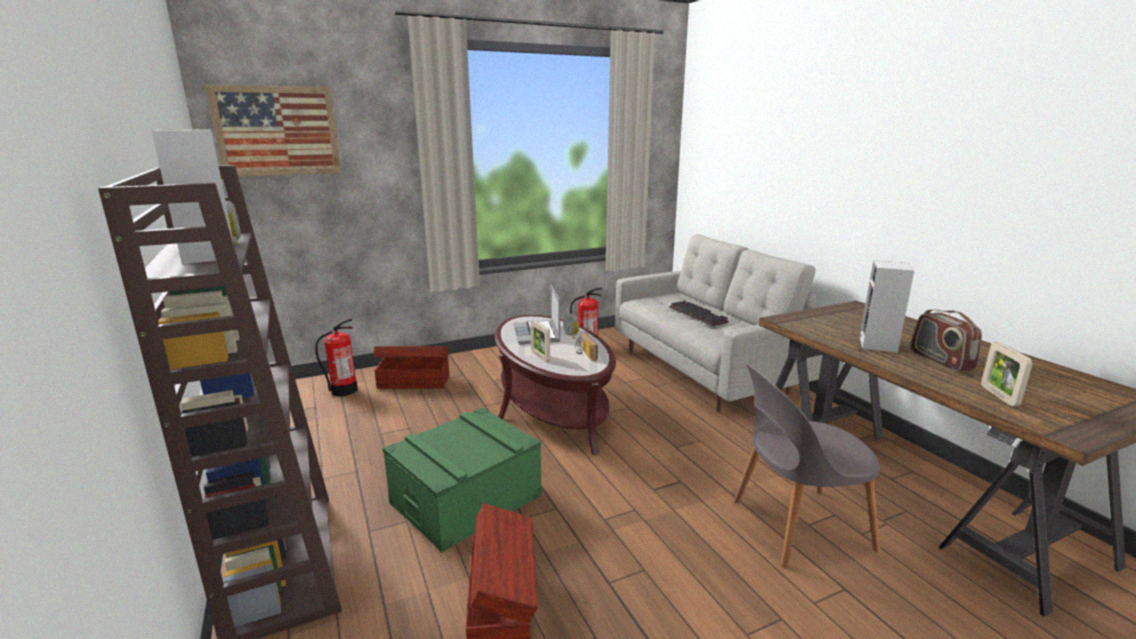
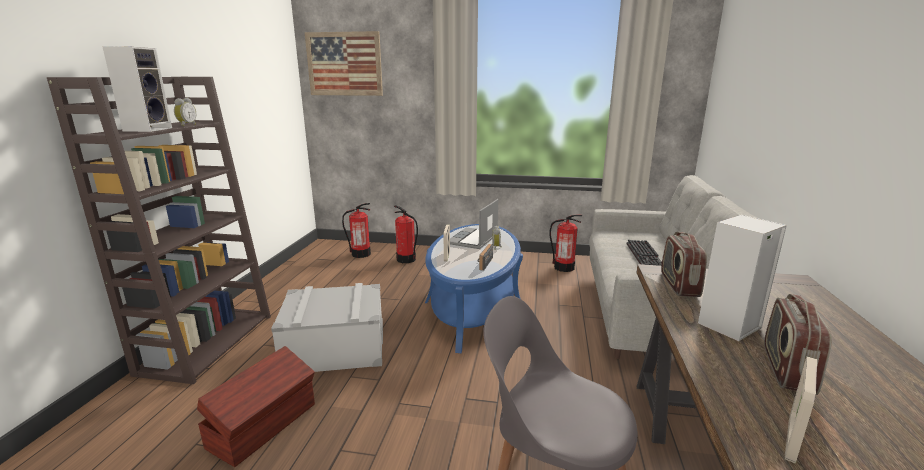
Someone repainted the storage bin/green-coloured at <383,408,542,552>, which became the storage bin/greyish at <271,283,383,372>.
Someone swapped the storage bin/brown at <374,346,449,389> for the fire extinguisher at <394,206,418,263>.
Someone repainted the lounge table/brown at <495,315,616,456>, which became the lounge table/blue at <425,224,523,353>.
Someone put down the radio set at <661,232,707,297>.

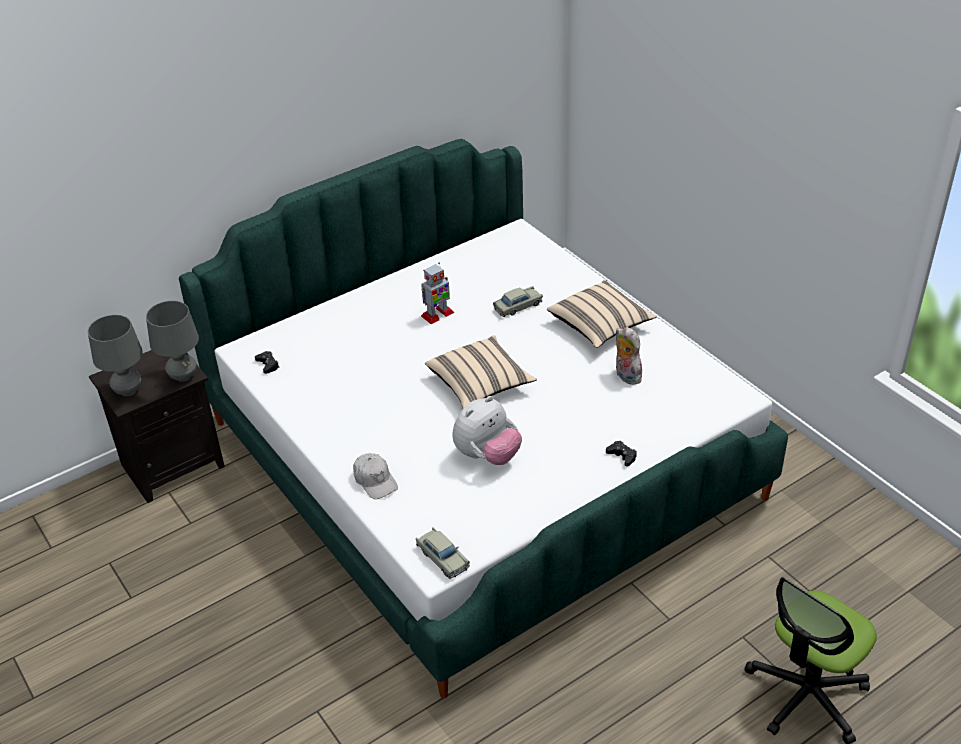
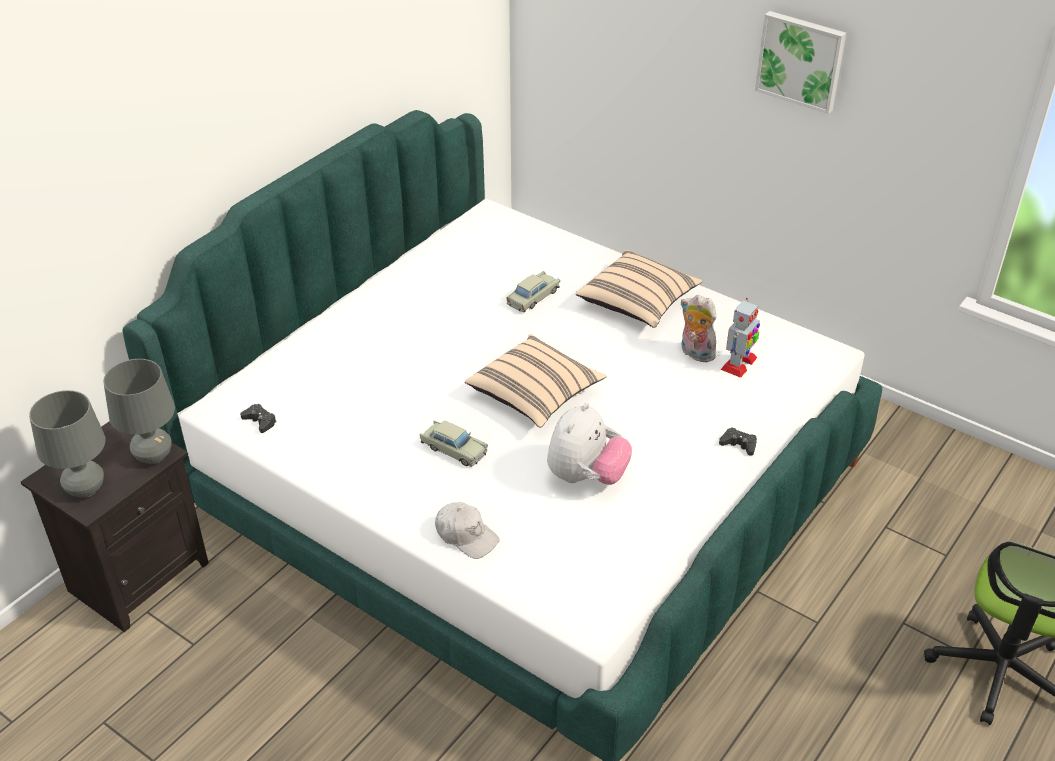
Someone carried the model car/sand-coloured from <416,527,470,579> to <420,421,488,467>.
Someone carried the toy robot from <421,263,454,324> to <720,298,760,378>.
Someone put up the wall picture at <755,11,846,114>.

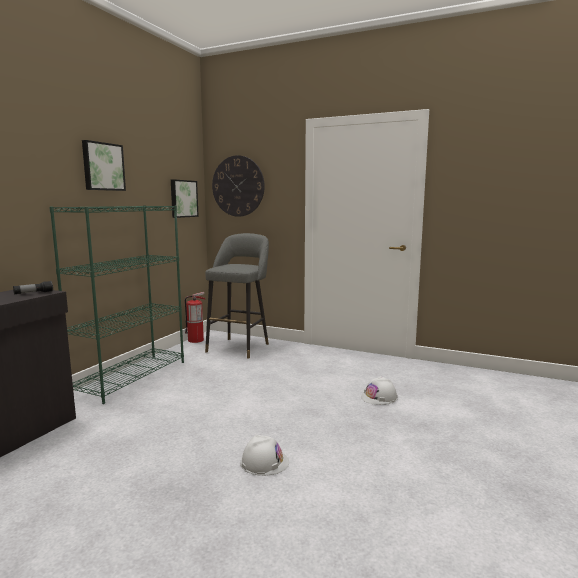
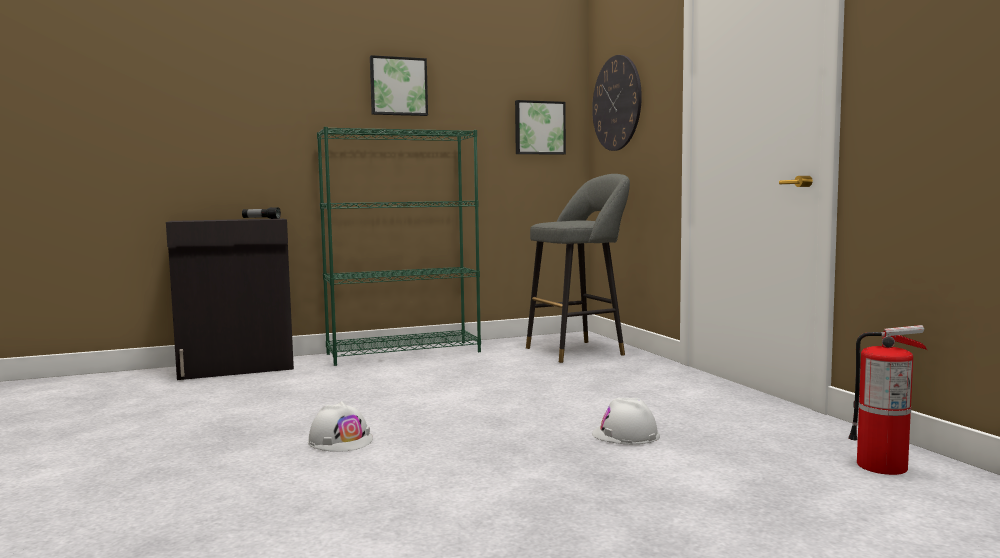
Someone carried the fire extinguisher from <185,292,206,343> to <848,325,927,475>.

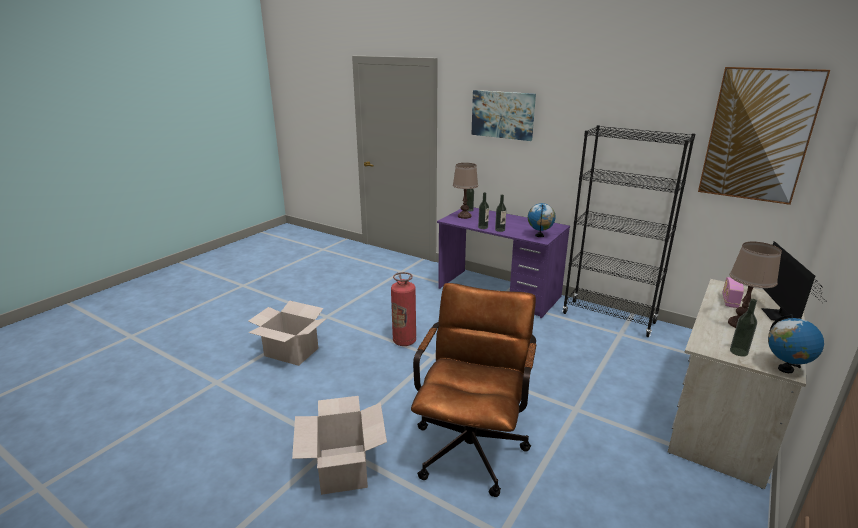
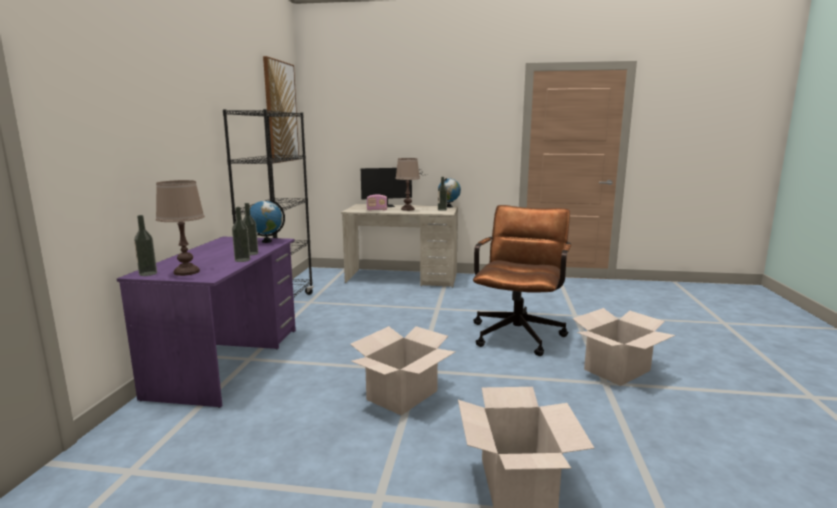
Someone swapped the fire extinguisher at <391,272,416,346> for the cardboard box at <350,326,456,415>.
Someone rotated the desk chair/brown at <411,283,536,497> by 120 degrees clockwise.
Someone took away the wall picture at <471,90,536,141>.

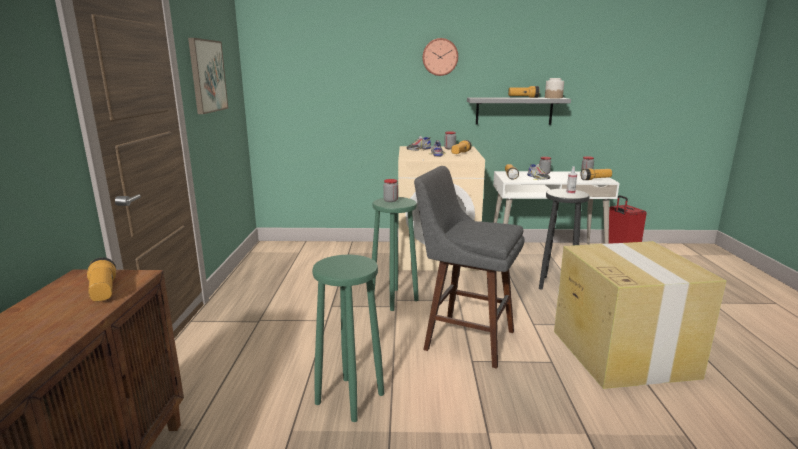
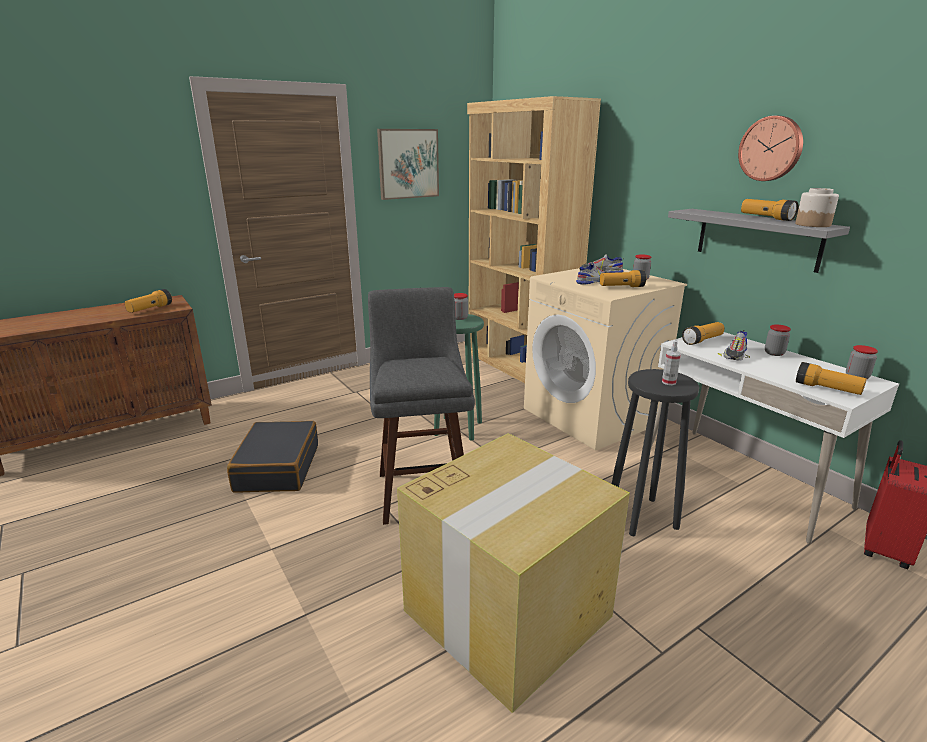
Someone swapped the sitting stool/green-coloured at <312,255,384,422> for the suitcase/black-coloured at <227,421,318,493>.
Someone put down the bookshelf/brown at <467,96,601,383>.
Someone carried the hanging clock from <422,38,458,76> to <738,116,803,181>.

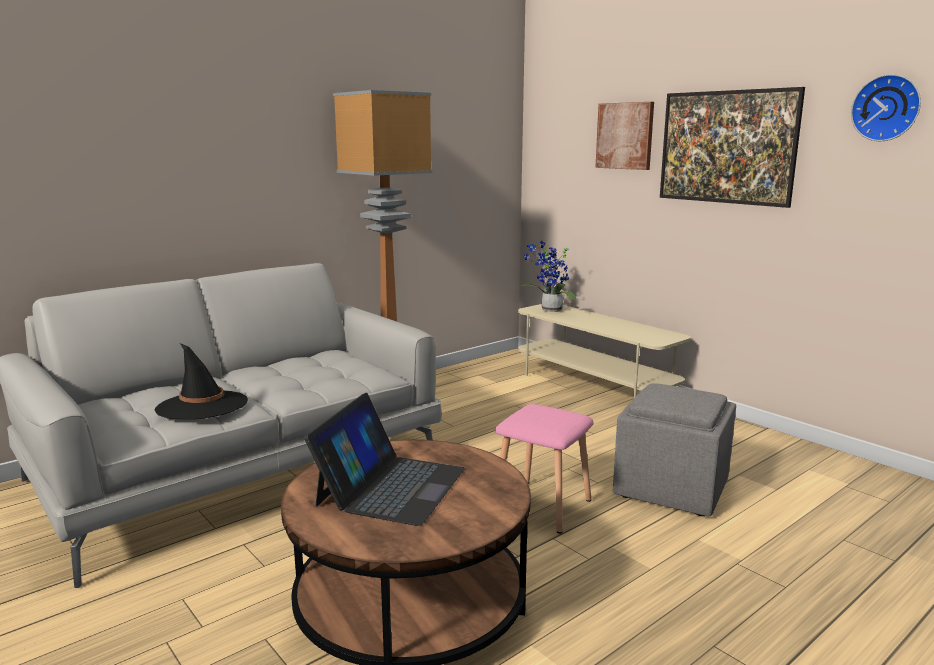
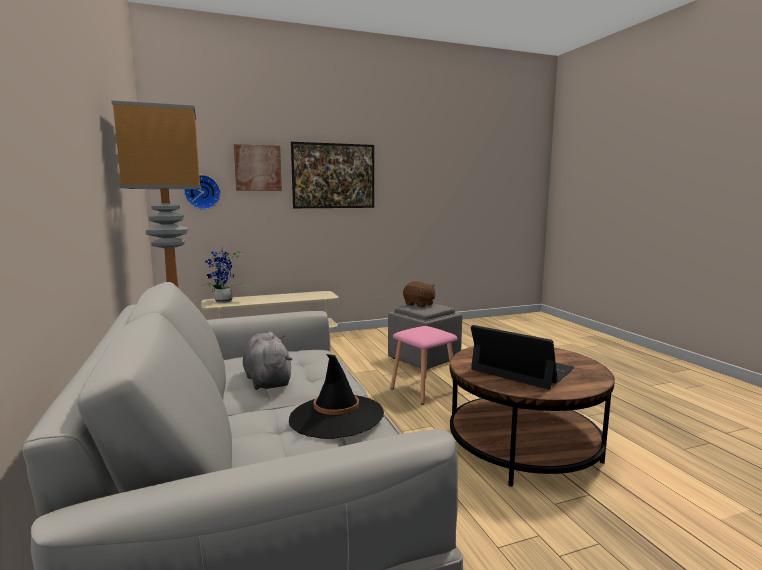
Someone carried the hanging clock from <851,74,921,141> to <184,175,221,210>.
Someone put down the plush toy/greyish at <243,332,292,390>.
Someone put down the plush toy/brown at <403,281,435,308>.

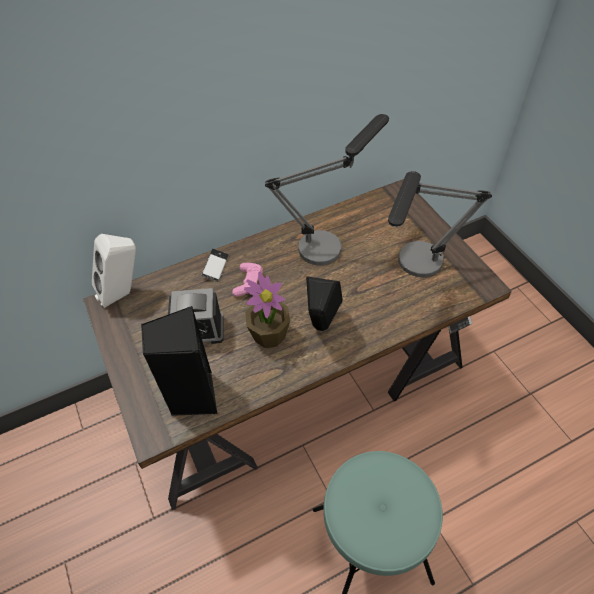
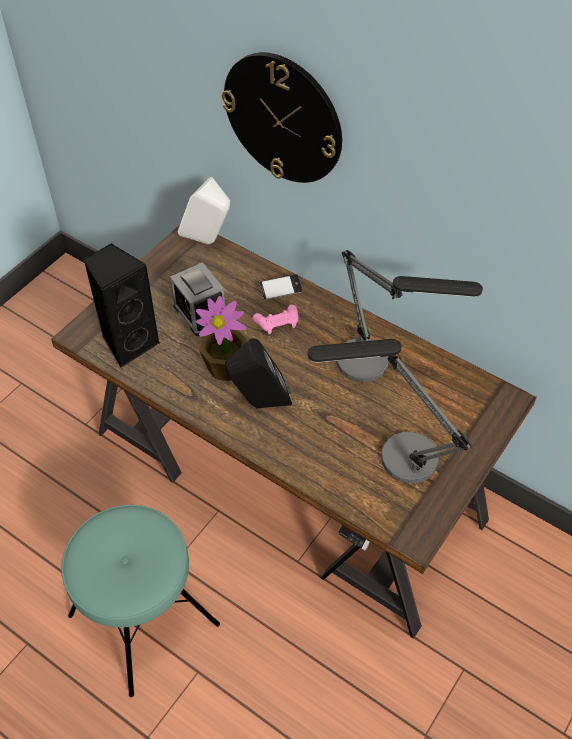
Someone put up the hanging clock at <222,52,342,183>.

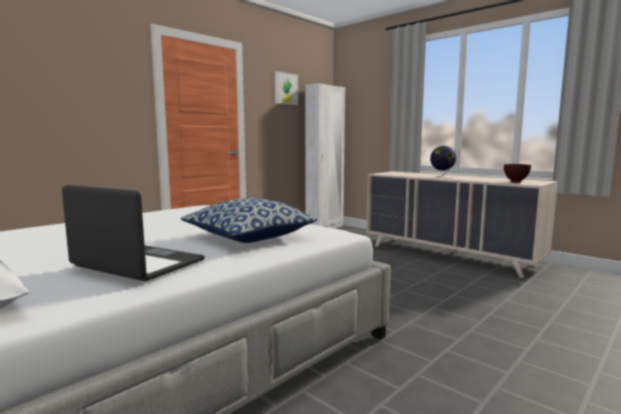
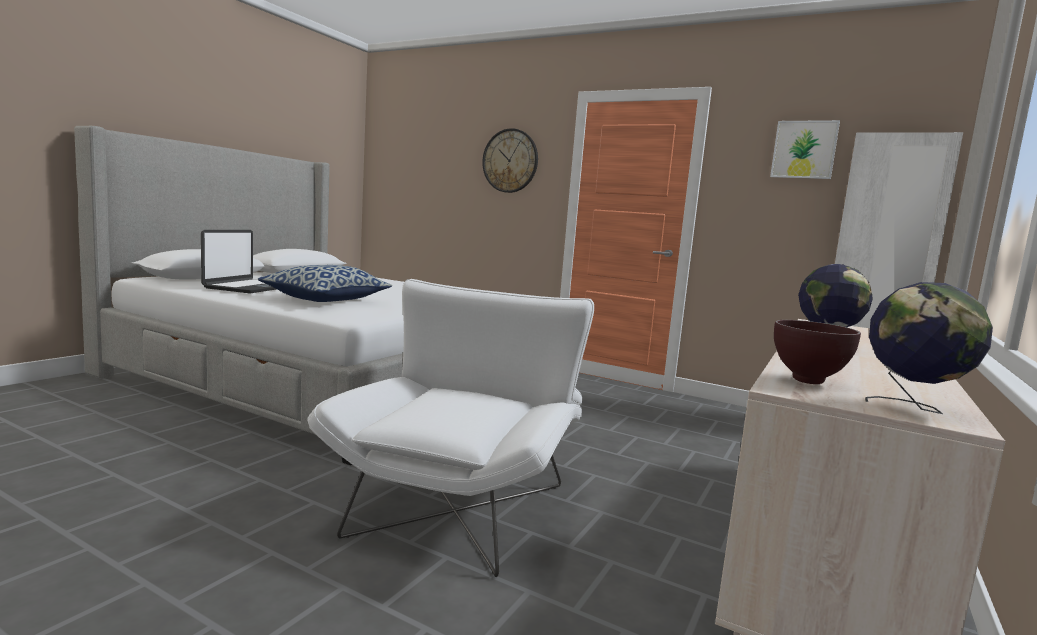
Someone put down the armchair/white at <307,279,594,577>.
Someone put up the hanging clock at <482,128,538,193>.
Someone put down the world globe at <865,282,993,414>.

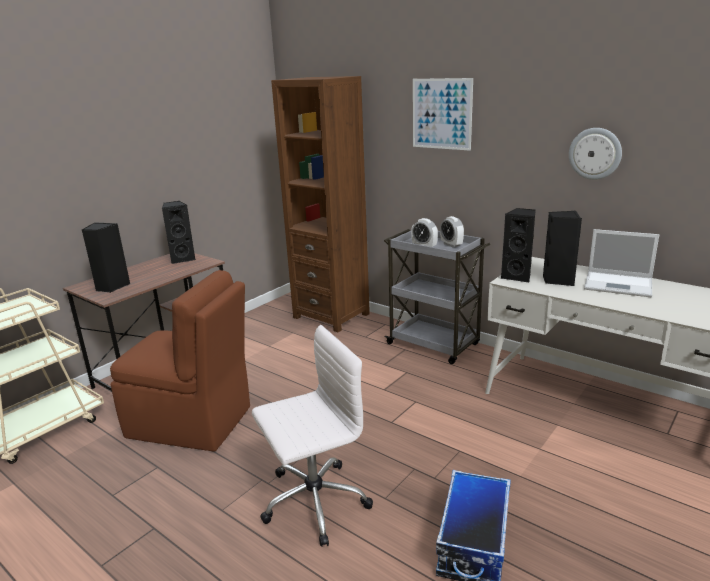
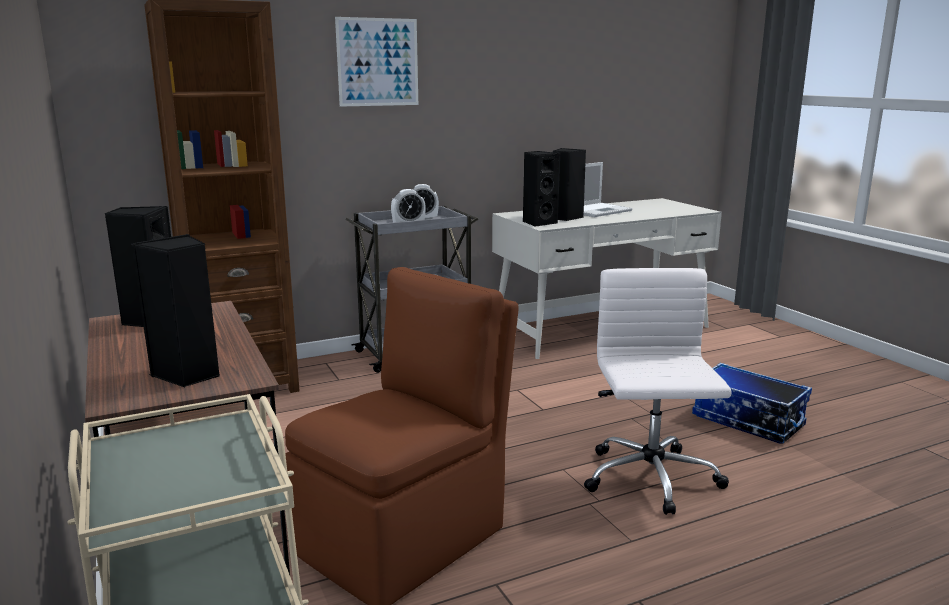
Someone took away the hanging clock at <569,128,622,180>.

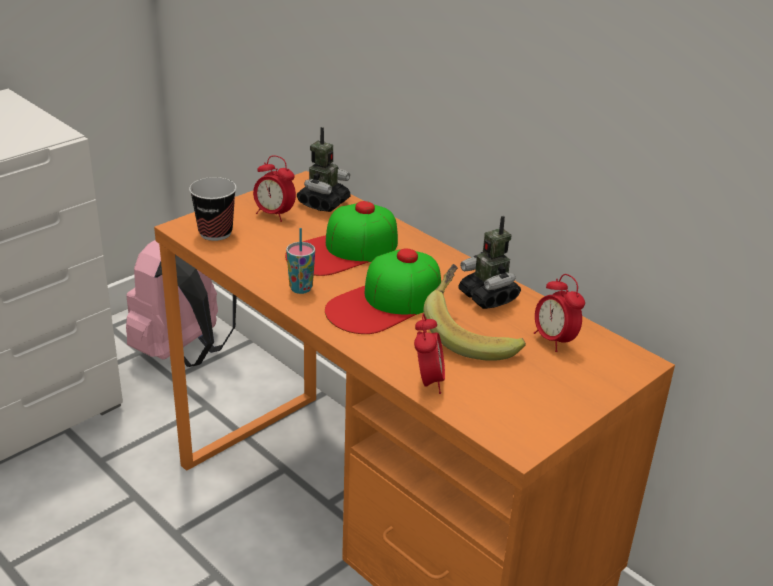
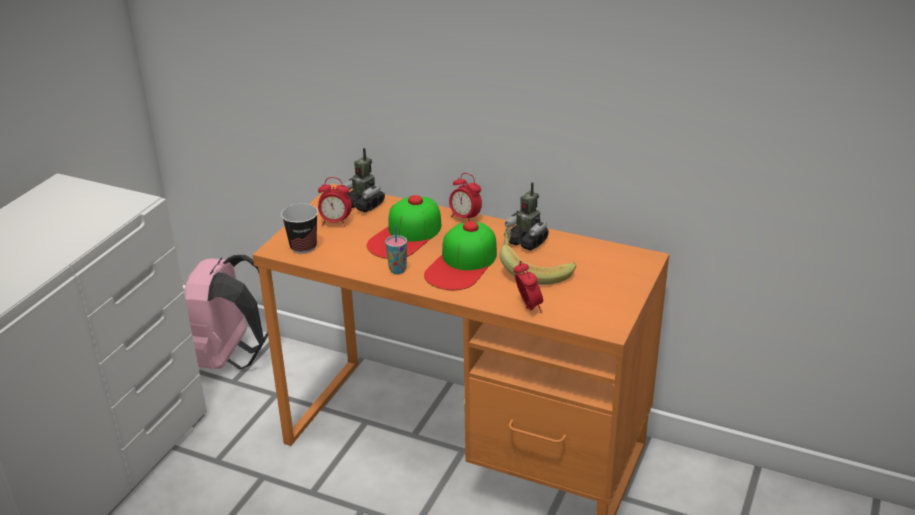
Someone rotated the toy robot at <297,127,351,212> by 120 degrees clockwise.
Someone carried the bedside clock from <534,274,585,352> to <449,173,482,221>.

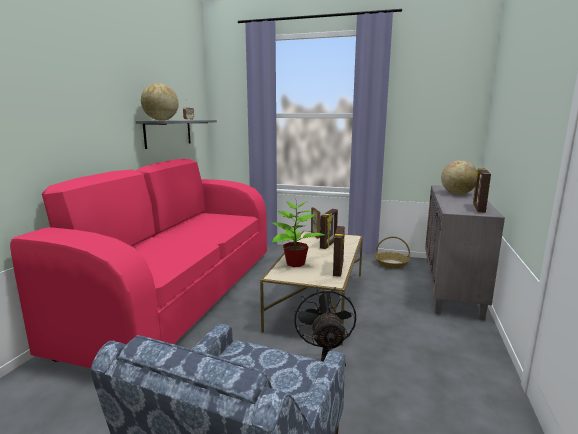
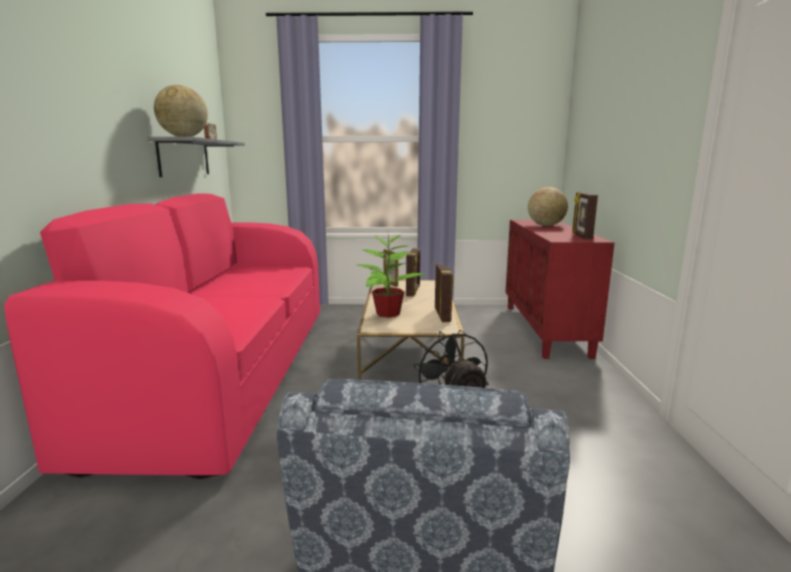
Someone repainted the cabinet/greyish at <425,185,505,320>, which became the cabinet/reddish at <505,220,615,359>.
Someone took away the household basket at <375,236,410,269>.

